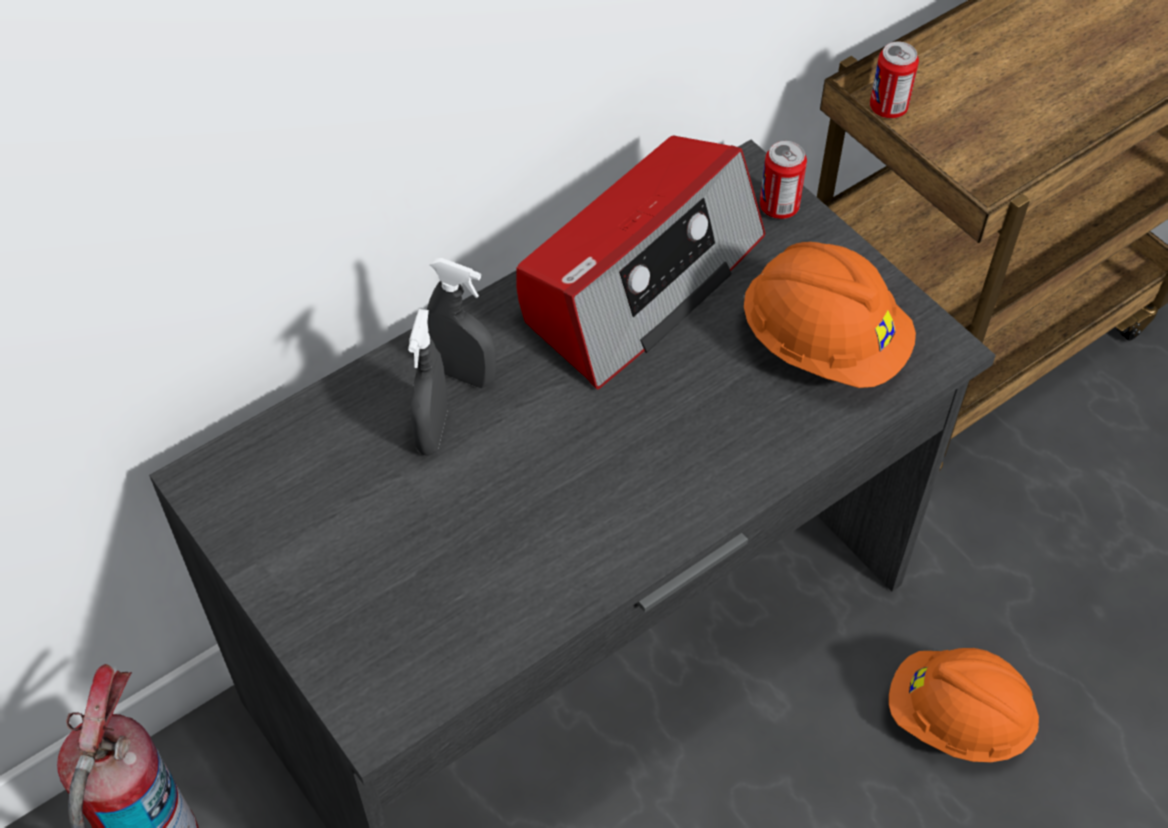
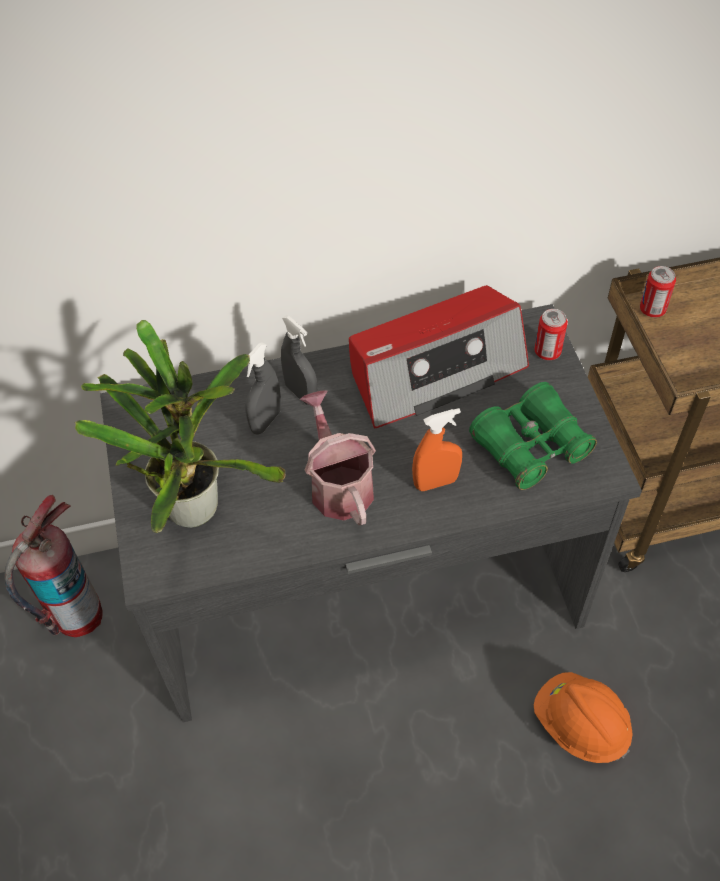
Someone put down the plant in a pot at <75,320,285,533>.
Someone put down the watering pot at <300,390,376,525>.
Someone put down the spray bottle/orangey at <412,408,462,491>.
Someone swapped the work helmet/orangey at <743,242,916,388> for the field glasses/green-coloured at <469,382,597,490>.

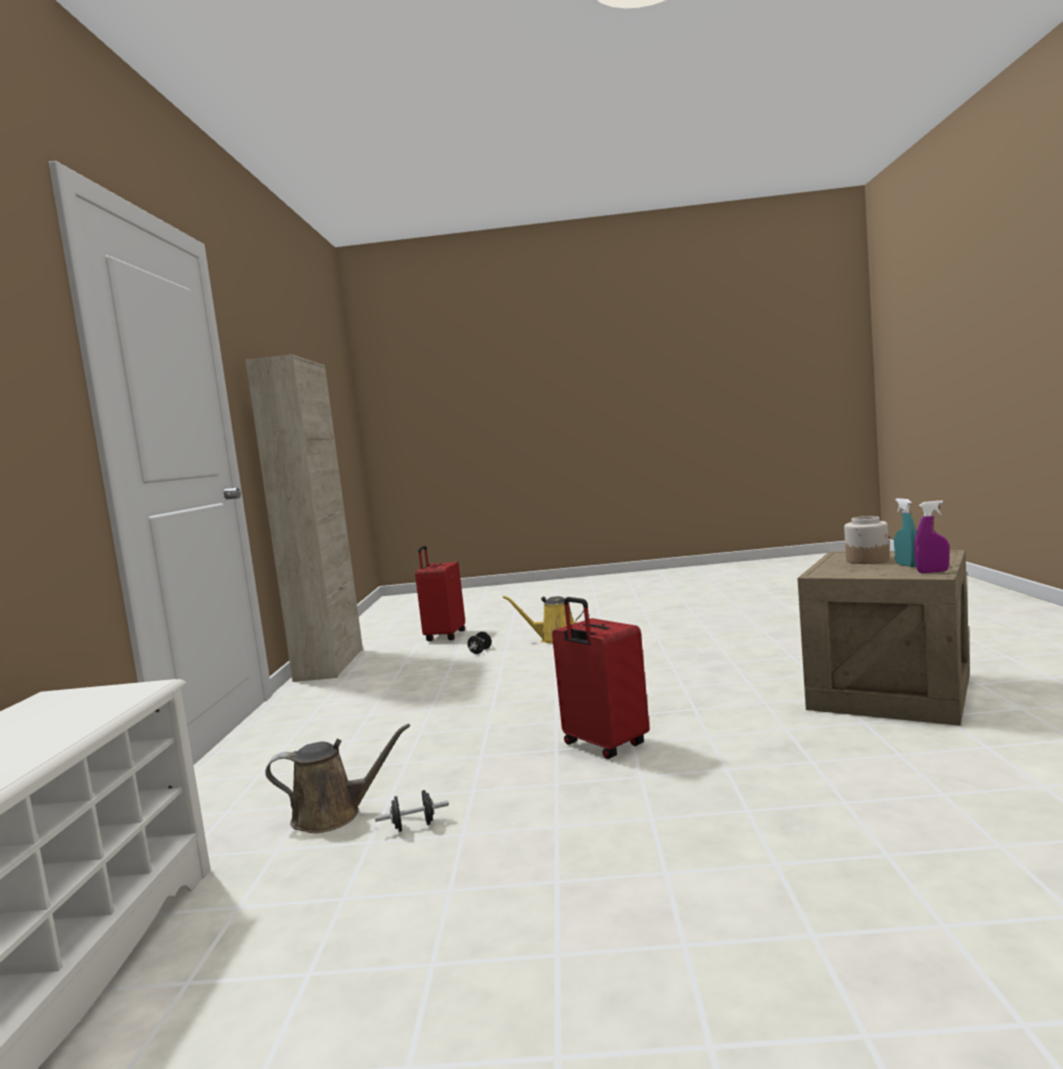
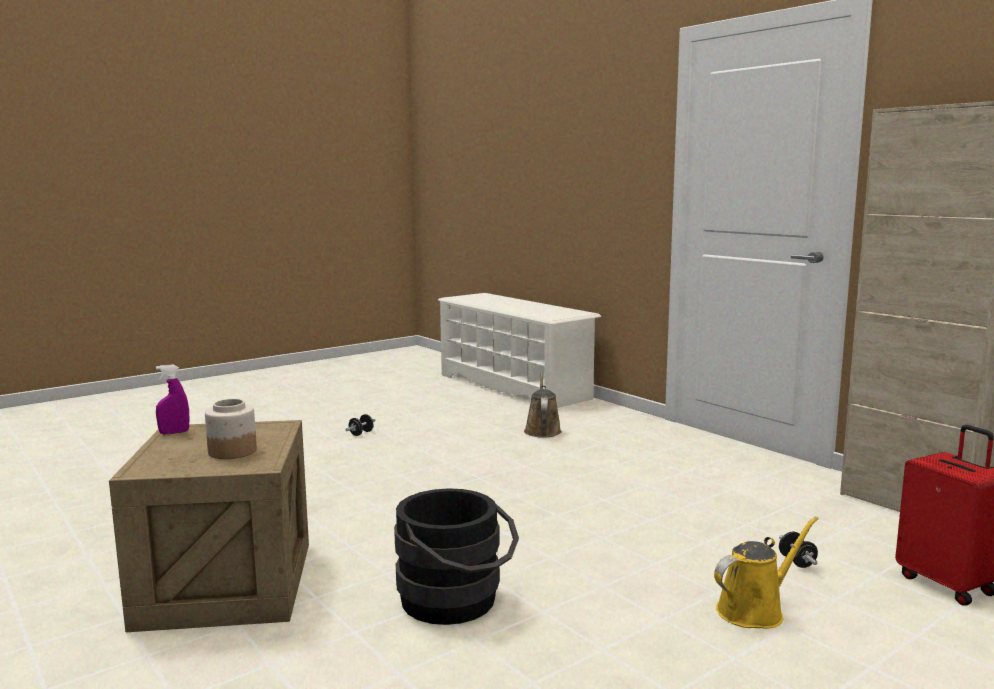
Someone carried the free weight/black-coloured from <375,790,449,832> to <346,414,376,436>.
Someone put down the pail/black-coloured at <394,488,519,625>.
Someone rotated the watering pot/brown at <265,723,410,833> by 135 degrees clockwise.
Someone took away the suitcase/reddish at <552,597,650,759>.
Someone took away the spray bottle/turquoise at <894,498,917,567>.

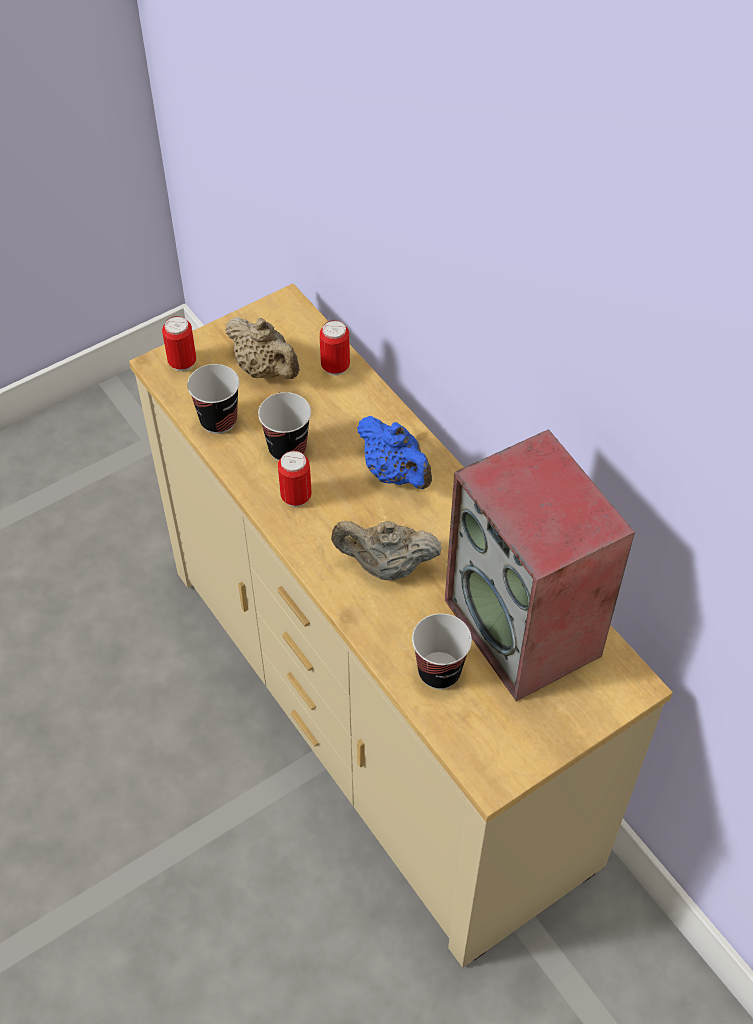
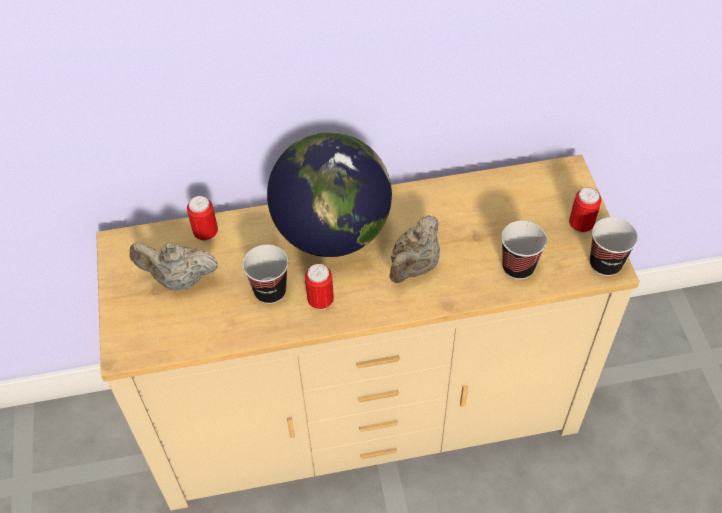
Someone rotated the tea pot/sand-coloured at <225,317,299,379> by 150 degrees counterclockwise.
Someone swapped the tea pot/blue at <357,416,432,489> for the world globe at <267,132,392,257>.
Someone carried the metal can from <162,316,196,371> to <569,187,601,233>.
Someone carried the small cup from <187,364,239,434> to <590,217,638,276>.
Someone took away the speaker at <445,429,635,701>.

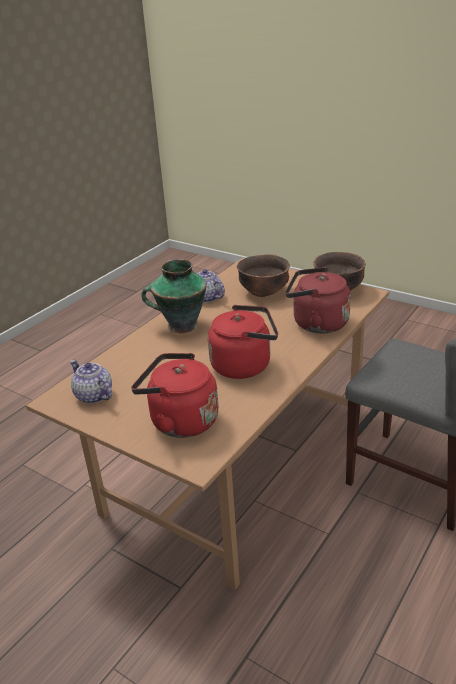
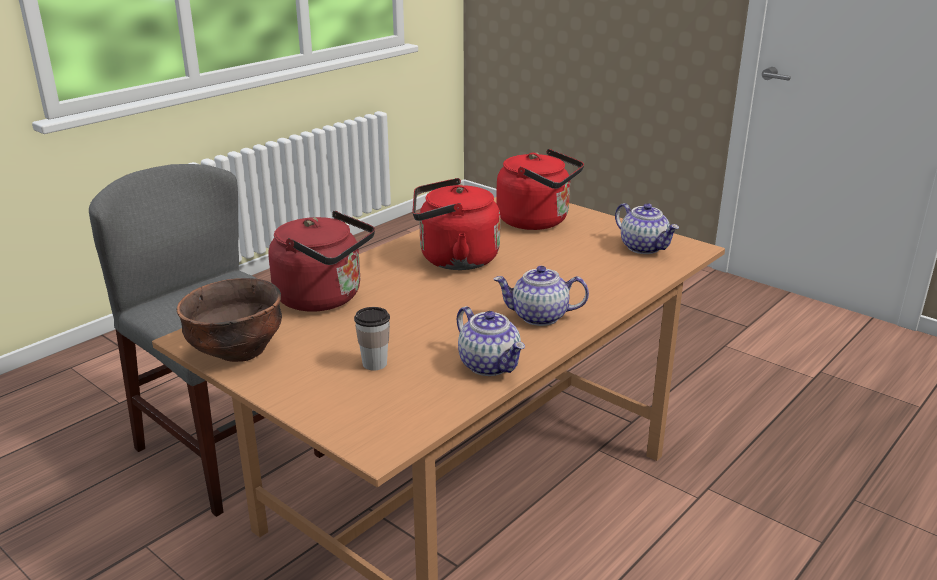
Someone swapped the deep dish/brown at <237,254,290,297> for the small cup at <354,307,390,370>.
Someone swapped the decorative vase at <141,259,207,333> for the tea pot at <493,266,589,326>.

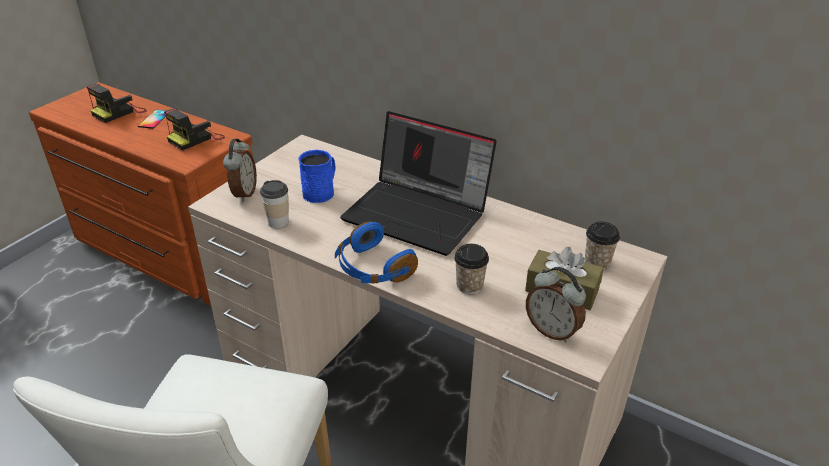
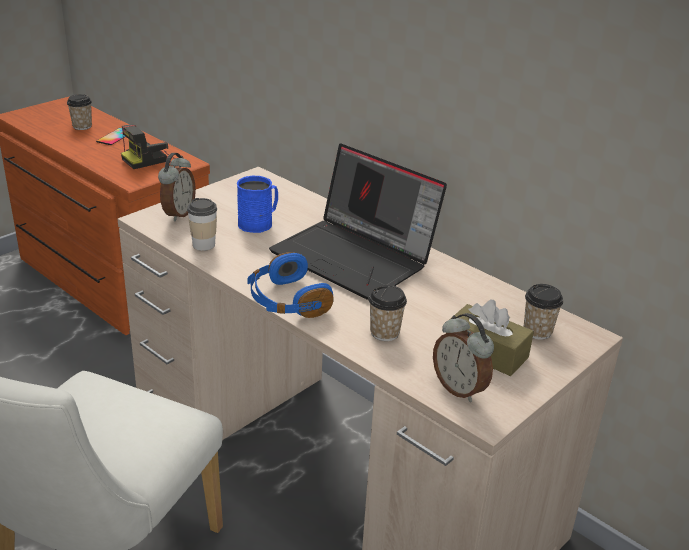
Someone swapped the still camera at <87,84,147,123> for the small cup at <67,94,92,130>.

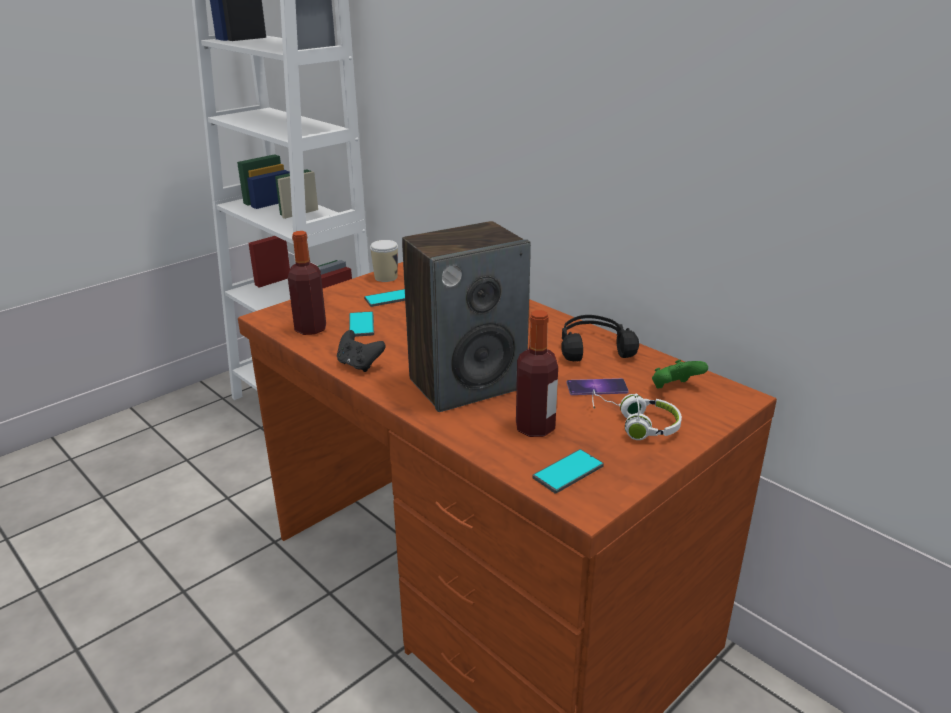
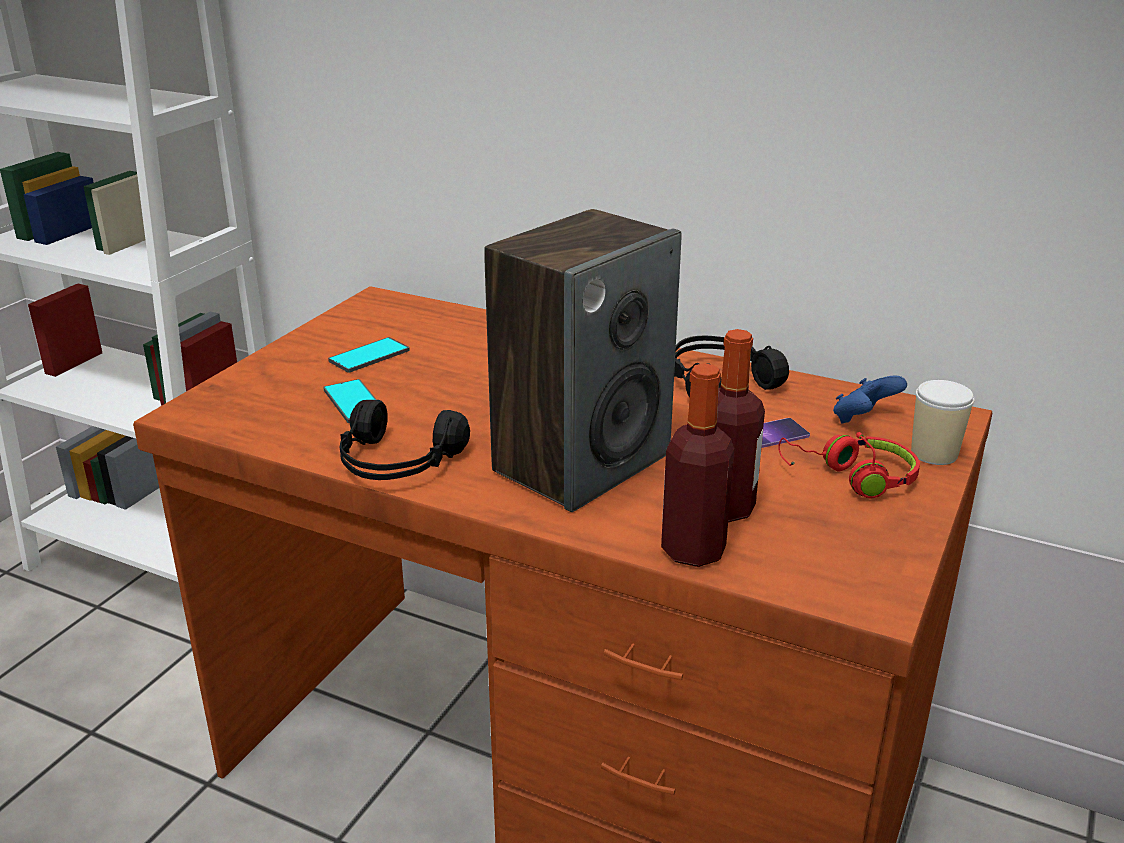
Someone swapped the gamepad/black-coloured at <337,330,386,372> for the pair of headphones/black-coloured at <340,400,470,480>.
Someone carried the beverage bottle from <288,231,326,335> to <661,363,734,567>.
Someone repainted the pair of headphones/white at <592,389,682,440>, which became the pair of headphones/reddish at <778,432,920,498>.
Someone repainted the gamepad/green-coloured at <652,360,708,388>, which became the gamepad/blue at <833,375,907,423>.
Someone carried the small cup from <370,240,398,282> to <911,380,974,465>.
Someone took away the telephone at <532,449,604,494>.

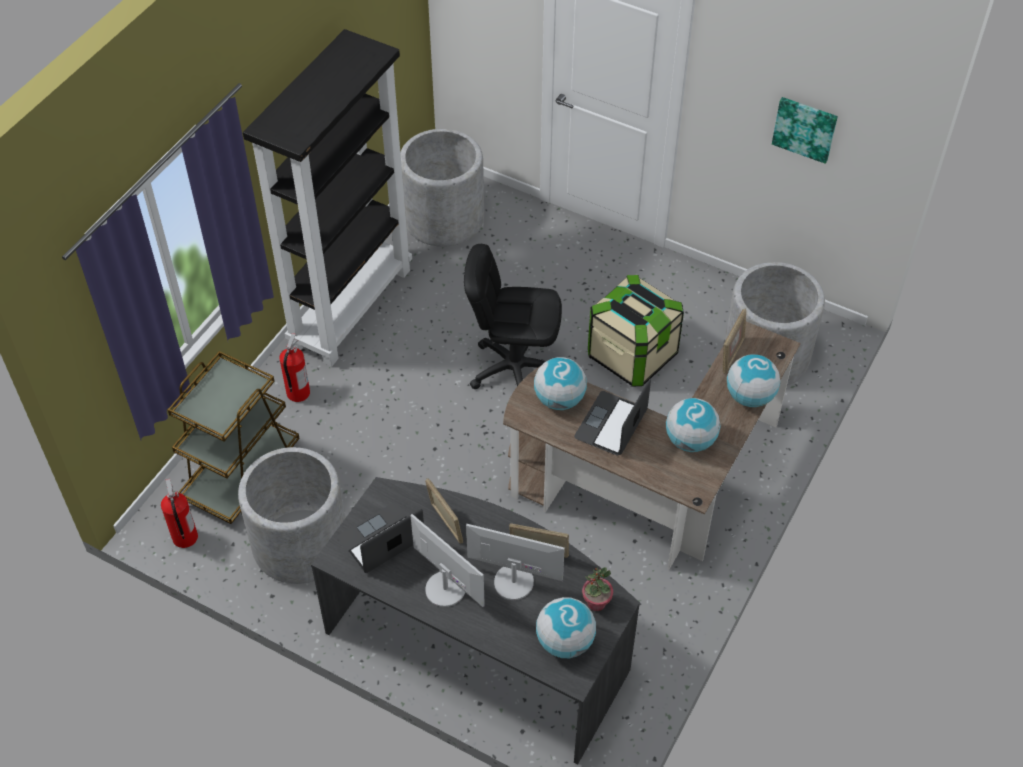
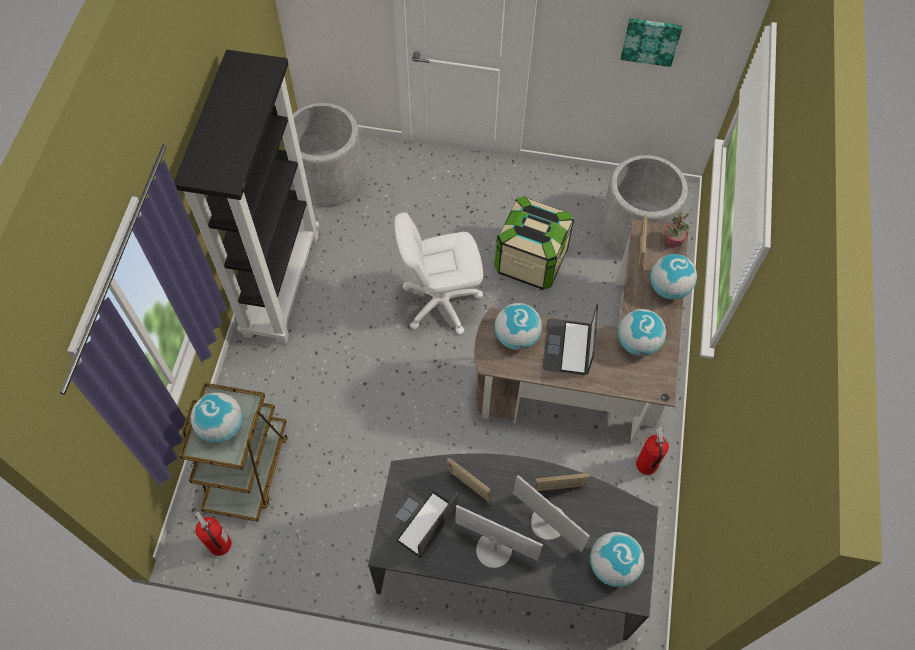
Someone put down the world globe at <191,392,243,443>.
Someone repainted the desk chair/black-coloured at <464,244,562,389>, which became the desk chair/white at <395,213,483,335>.
Someone rotated the monitor at <466,524,565,600> by 135 degrees counterclockwise.
Someone carried the fire extinguisher from <279,333,310,402> to <636,426,669,475>.
Someone carried the plant in a pot from <582,567,613,611> to <664,212,689,247>.
Someone took away the planter/greyish at <238,447,346,584>.

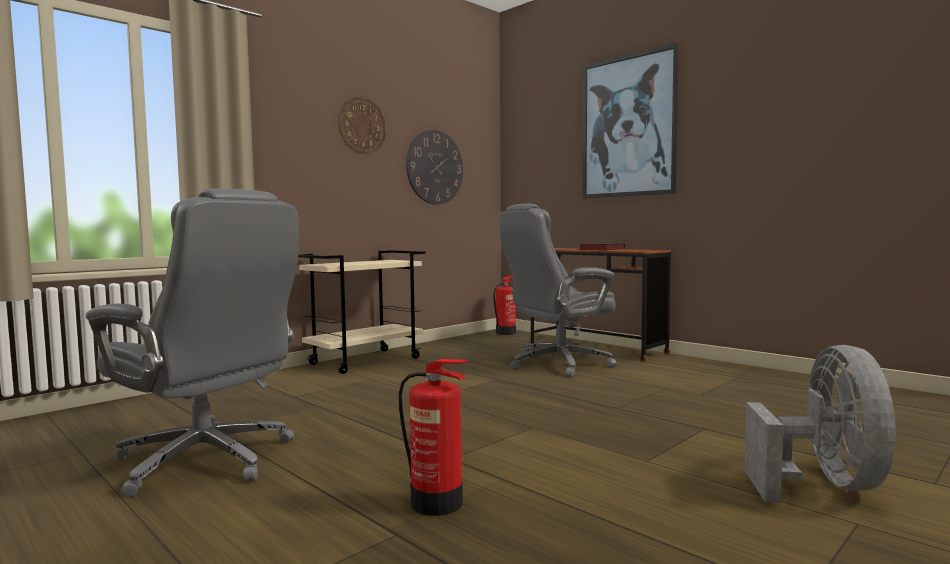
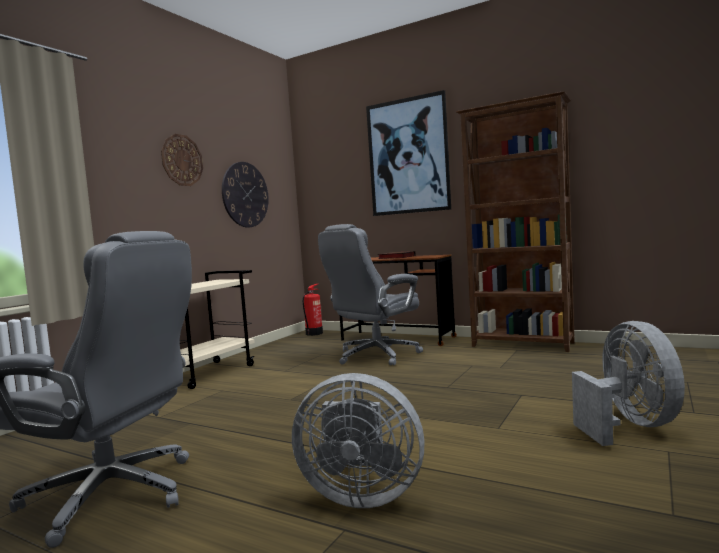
Someone swapped the fire extinguisher at <399,359,469,516> for the fan/greyish at <292,373,424,508>.
Someone put down the bookshelf/brown at <456,91,575,352>.

